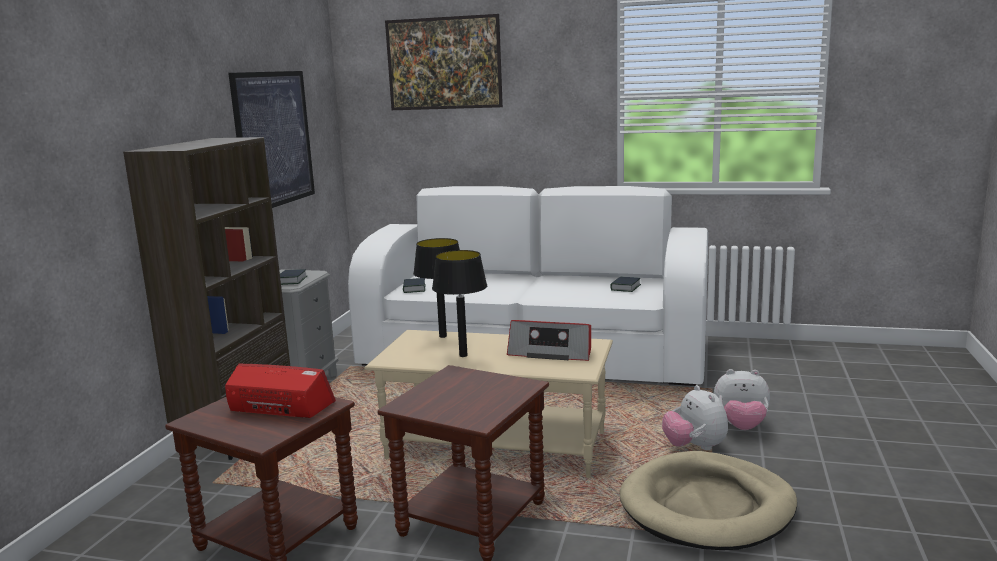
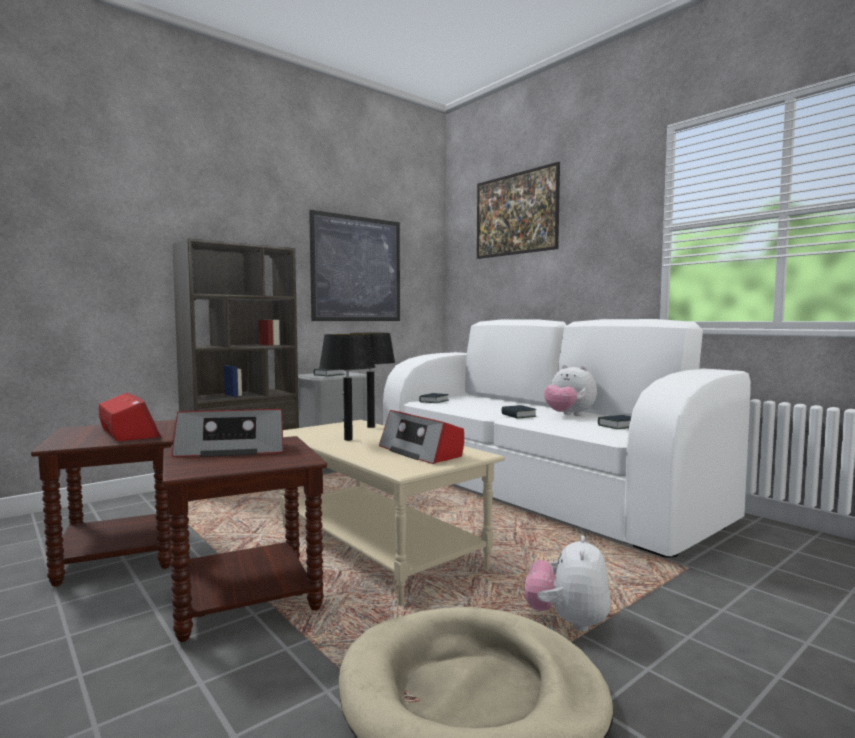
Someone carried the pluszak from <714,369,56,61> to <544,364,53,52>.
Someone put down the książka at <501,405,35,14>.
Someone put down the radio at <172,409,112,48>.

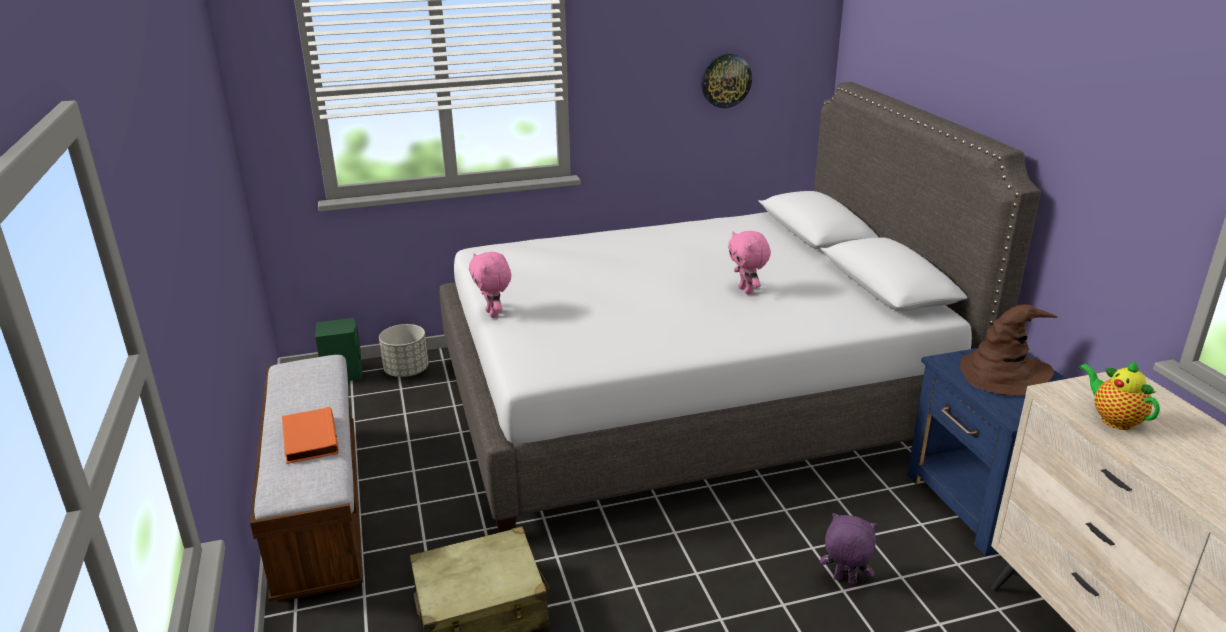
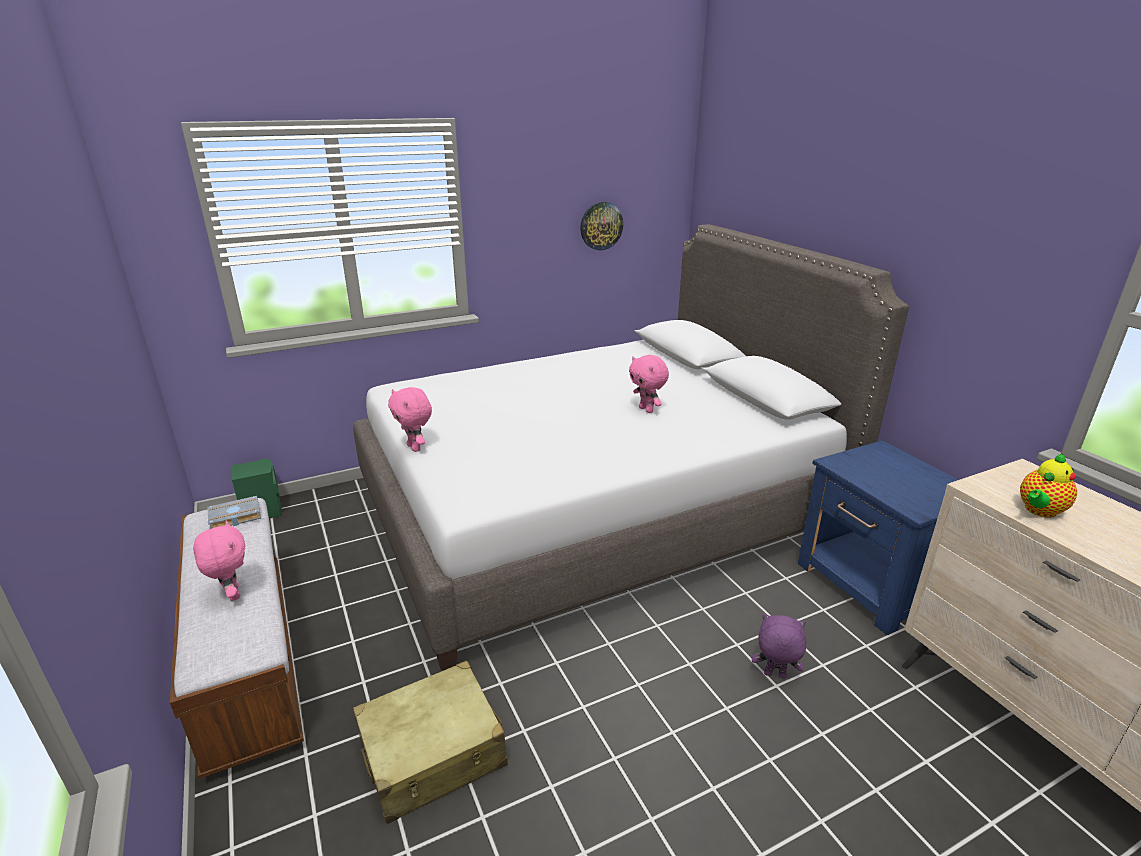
Someone took away the kapelusz/brązowy at <960,305,97,91>.
Someone took away the donica/szary at <379,324,50,53>.
Someone rotated the imbryk at <1079,360,81,70> by 90 degrees counterclockwise.
Someone swapped the książka/pomarańczowy at <282,407,57,57> for the pluszak/różowy at <193,521,52,80>.
Someone put down the książka/szary at <208,496,53,33>.

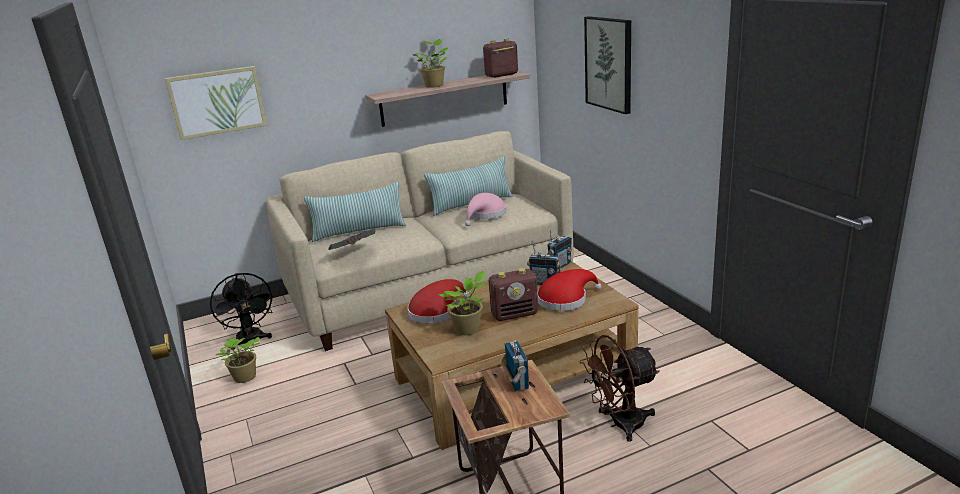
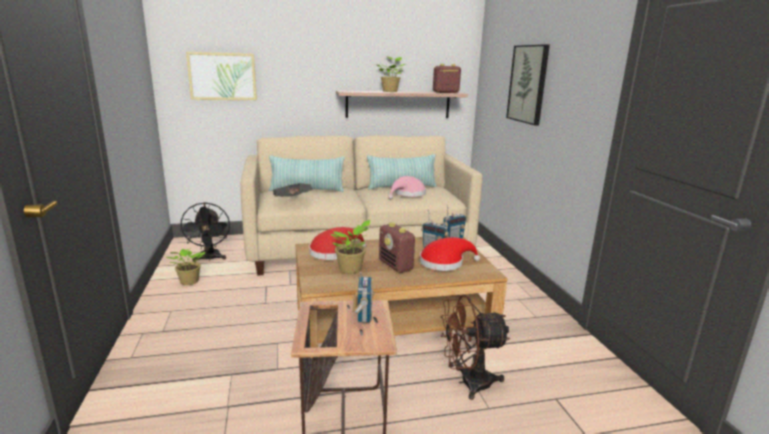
Someone rotated the radio at <489,268,49,53> by 60 degrees clockwise.

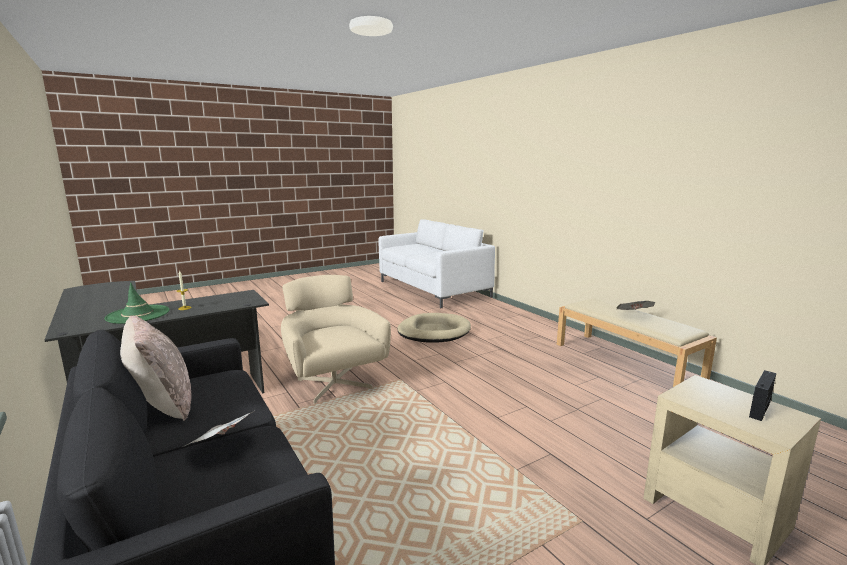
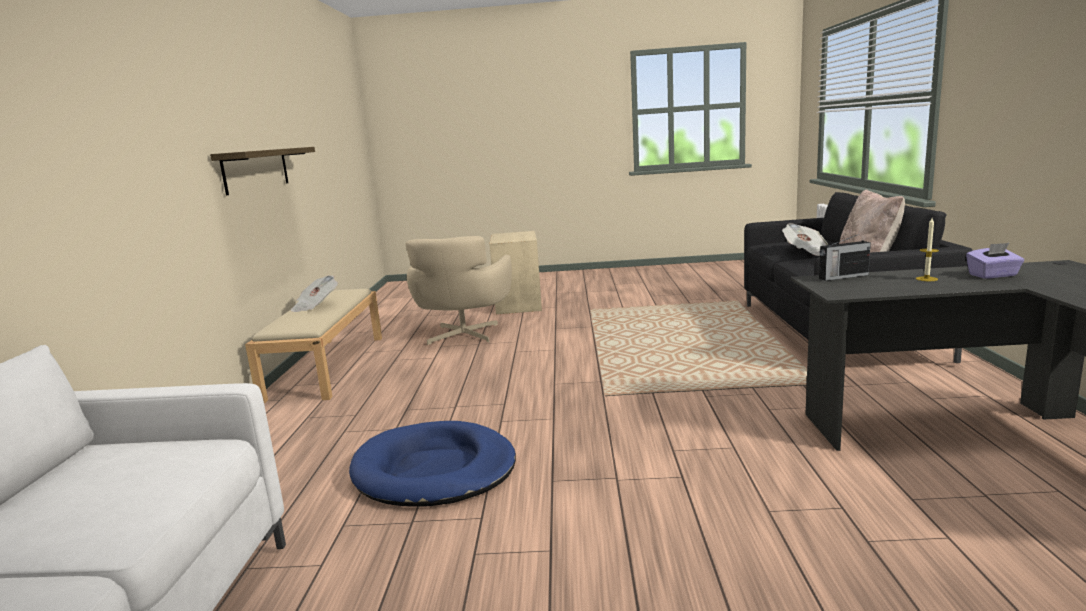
Someone carried the fotel/beżowy from <281,275,110,129> to <406,236,106,109>.
Someone swapped the kapelusz/zielony at <105,282,65,42> for the pudełko chusteczek/fioletowy at <966,243,59,36>.
Someone repainted the legowisko/beżowy at <397,313,74,30>, which became the legowisko/niebieski at <349,421,167,86>.
Someone carried the radio from <749,370,27,51> to <819,234,52,47>.
Someone put up the półka at <210,147,105,49>.

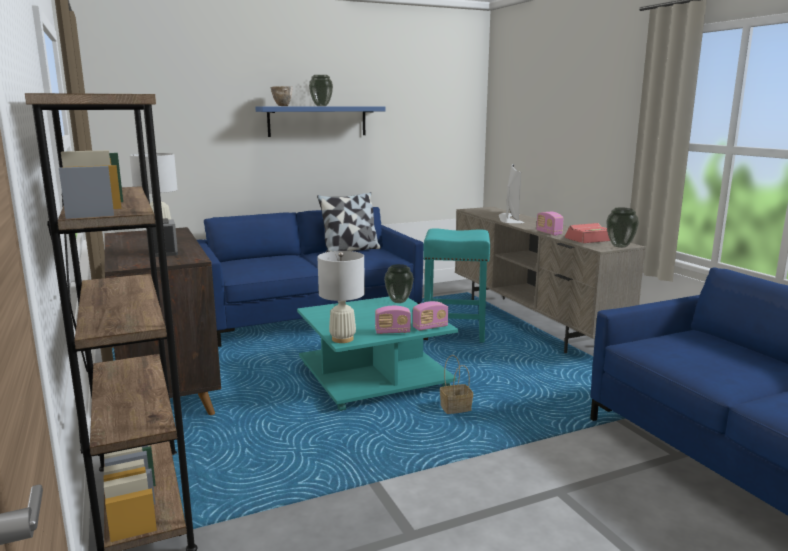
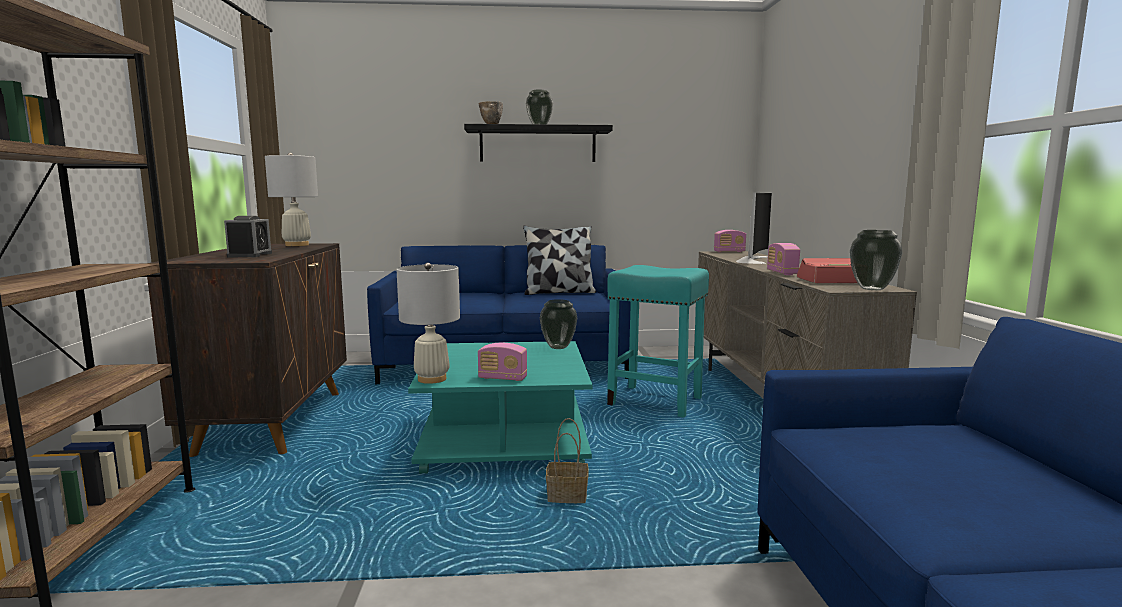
Someone repainted the półka/niebieski at <255,106,131,31>, which became the półka/czarny at <464,124,149,38>.
Someone carried the radio from <413,301,35,30> to <714,230,32,22>.

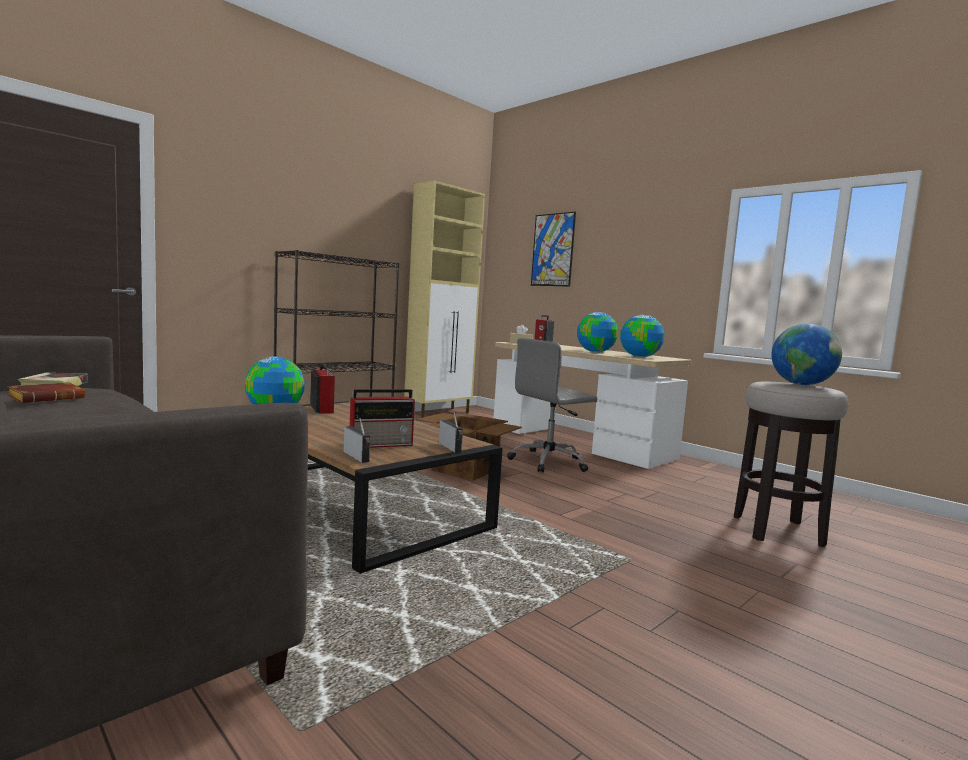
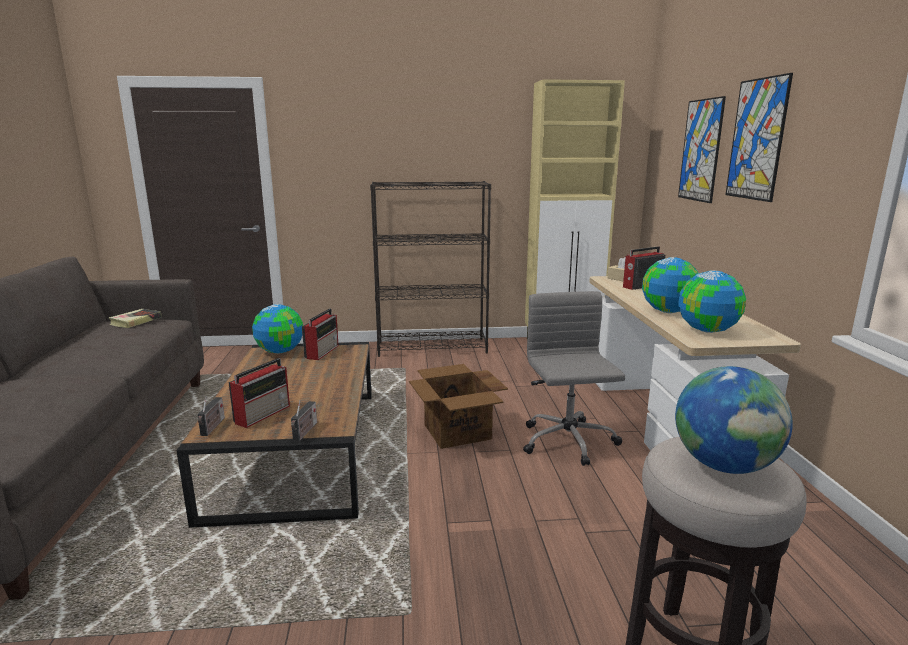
Someone rotated the krzesło biurowe/szary at <507,338,90,135> by 75 degrees clockwise.
Someone took away the książka/brązowy at <7,382,78,21>.
Someone rotated the radio at <350,389,65,59> by 75 degrees counterclockwise.
Someone put up the obraz at <725,73,68,129>.

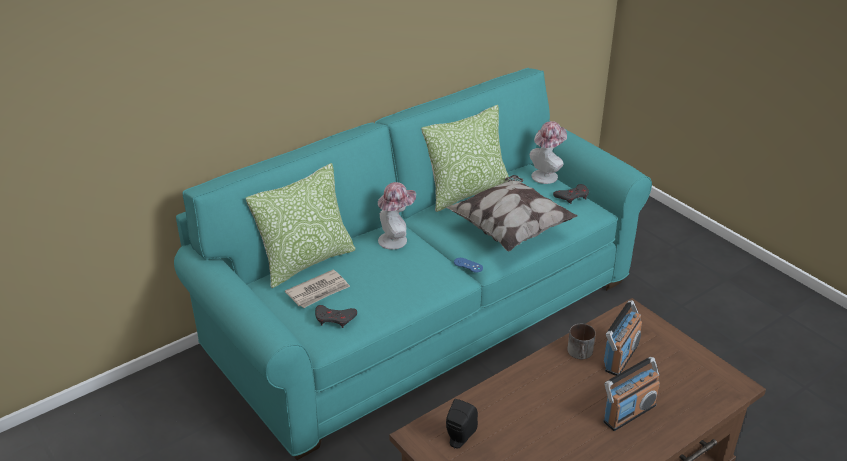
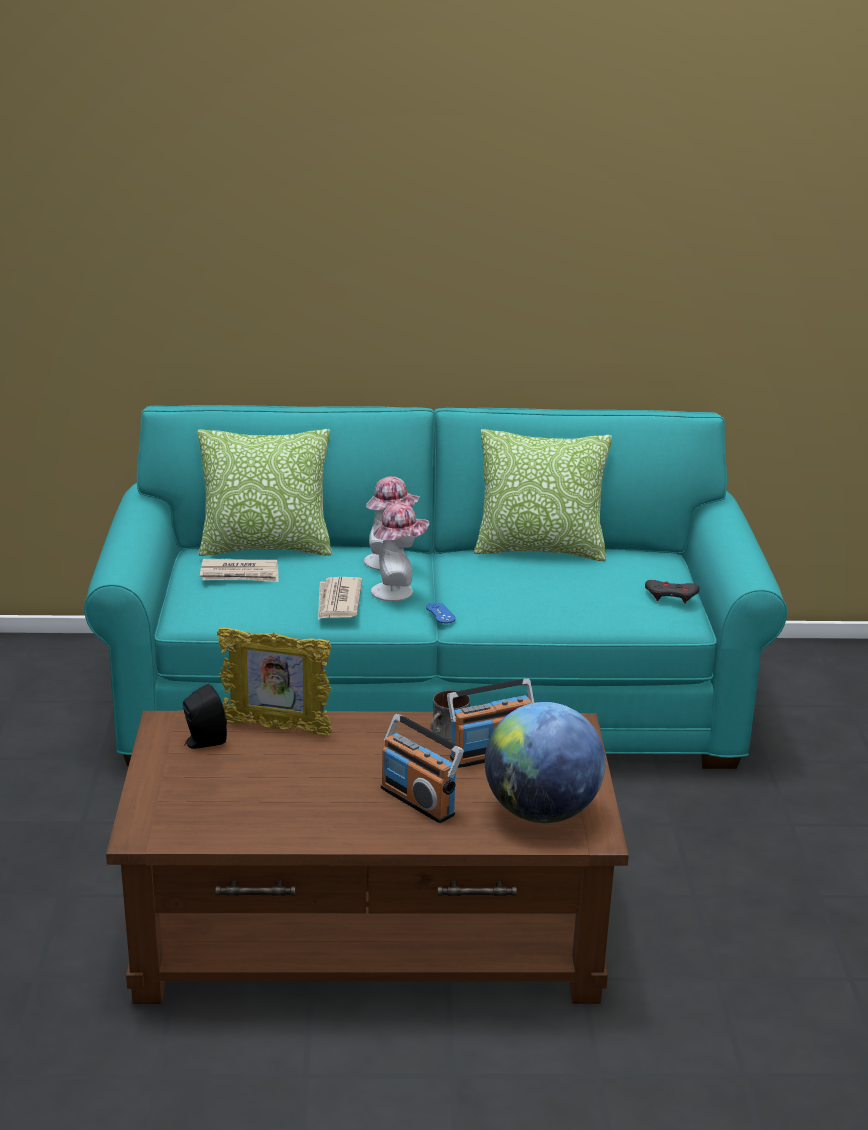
Someone carried the kapelusz from <530,121,37,63> to <371,503,58,98>.
Someone took away the poduszka at <445,175,133,77>.
Someone took away the pad do gier/szary at <315,305,42,23>.
Someone rotated the radio at <603,357,57,74> by 45 degrees clockwise.
Someone put down the gazeta at <318,577,44,43>.
Someone put down the ramka na zdjęcie at <217,627,115,108>.
Someone put down the globus at <485,702,120,121>.

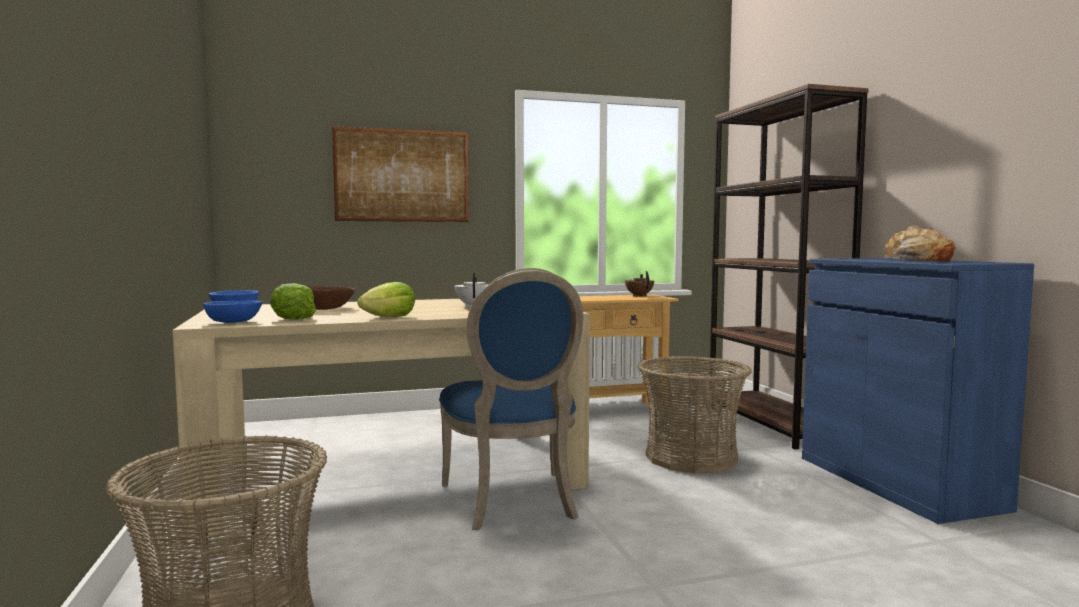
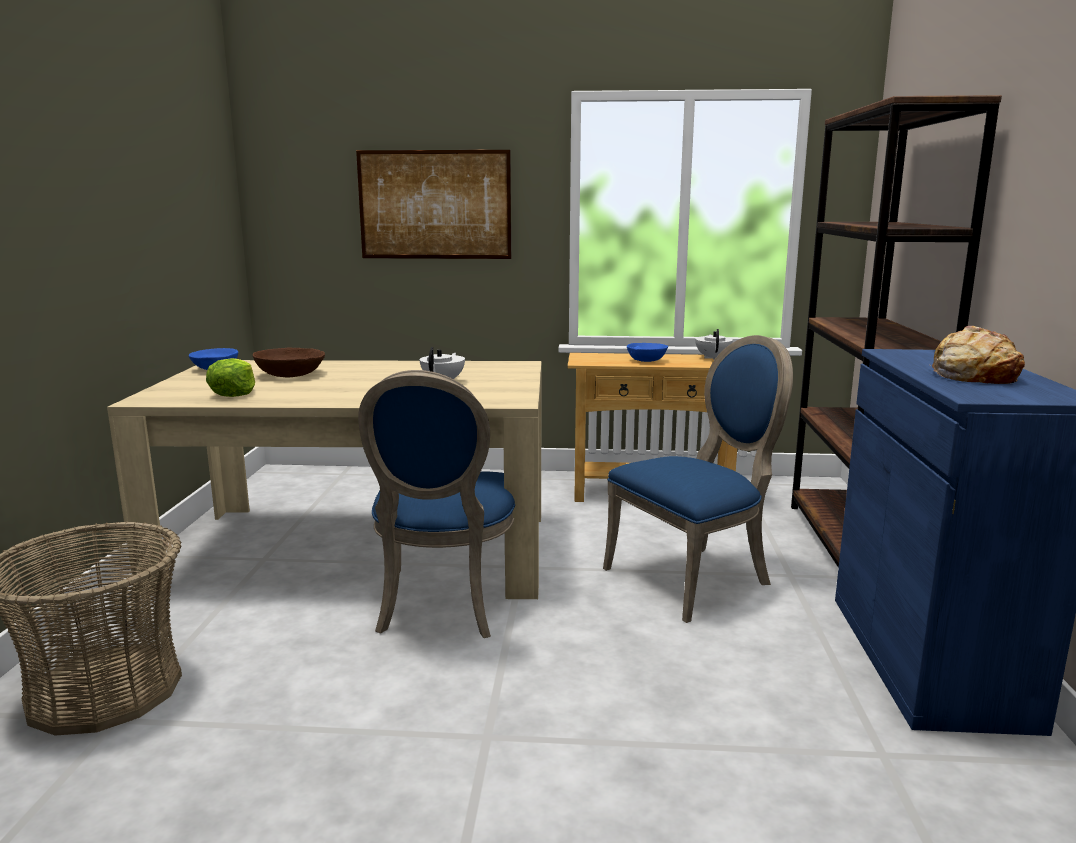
Someone repainted the imbryk/brązowy at <625,271,29,26>, which became the imbryk/biały at <695,329,38,31>.
Someone took away the sałata at <357,282,58,35>.
Someone carried the miska/niebieski from <203,300,60,23> to <627,343,41,19>.
Someone swapped the koszyk at <637,356,115,118> for the krzesło/niebieski at <603,335,190,288>.

